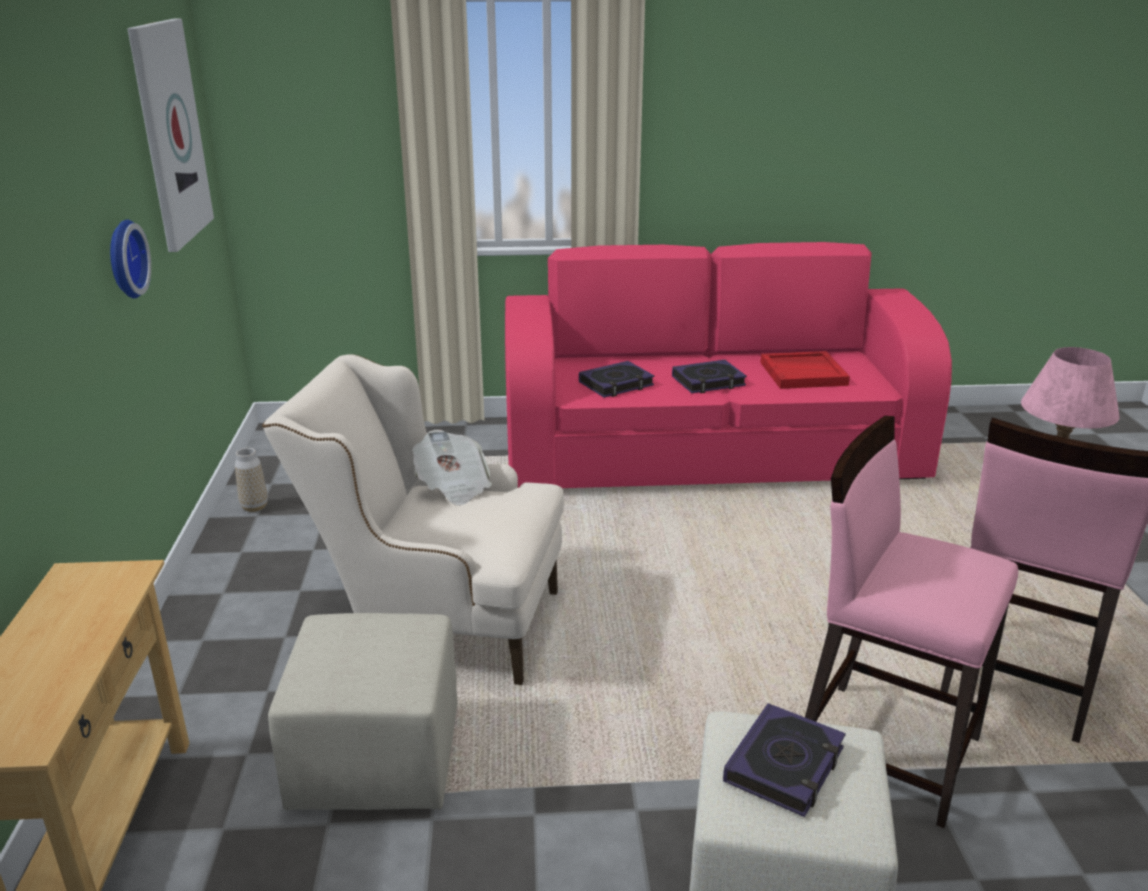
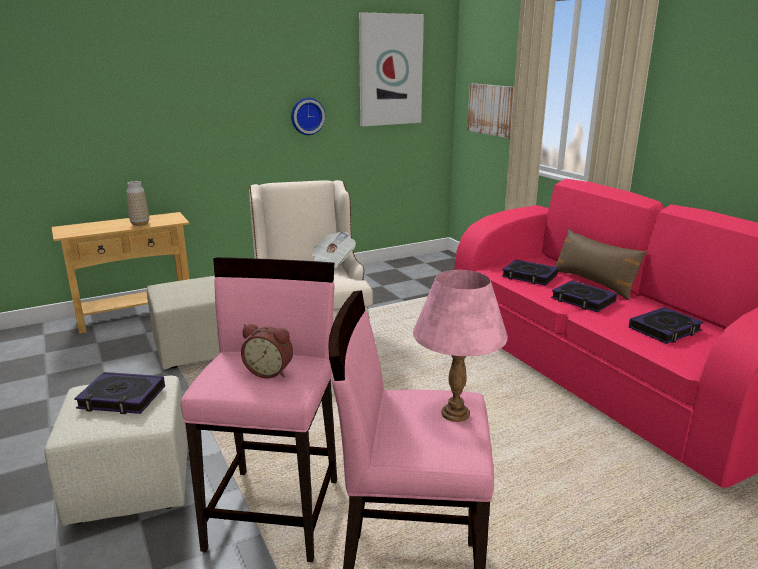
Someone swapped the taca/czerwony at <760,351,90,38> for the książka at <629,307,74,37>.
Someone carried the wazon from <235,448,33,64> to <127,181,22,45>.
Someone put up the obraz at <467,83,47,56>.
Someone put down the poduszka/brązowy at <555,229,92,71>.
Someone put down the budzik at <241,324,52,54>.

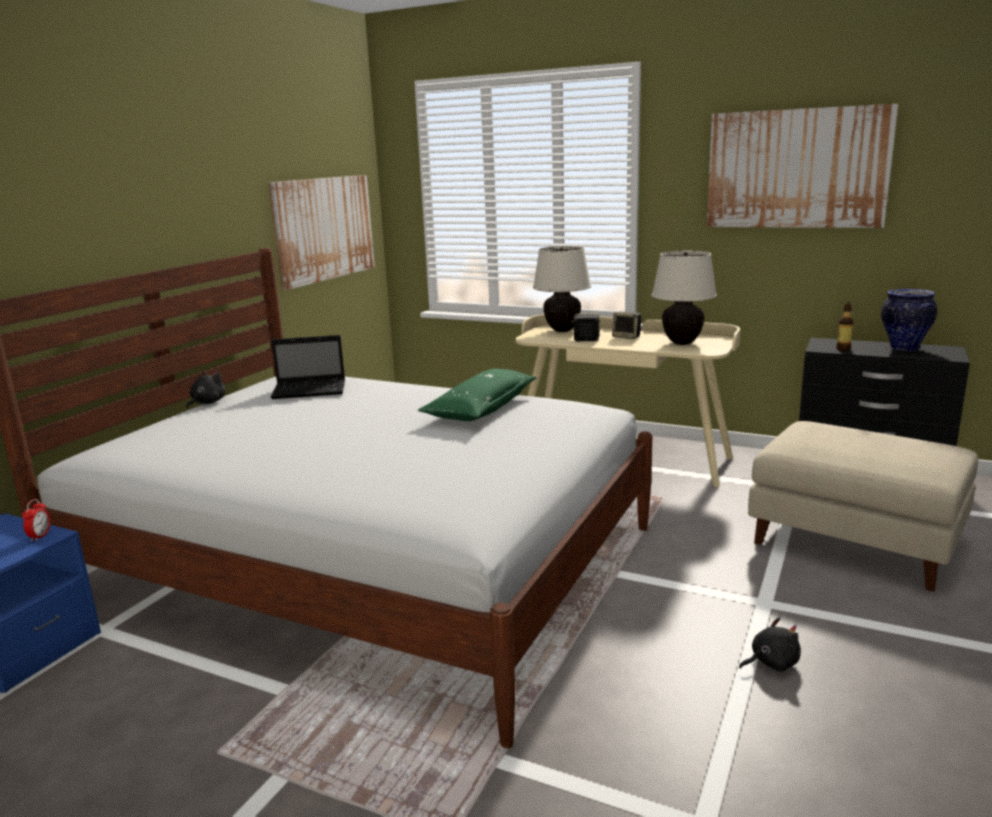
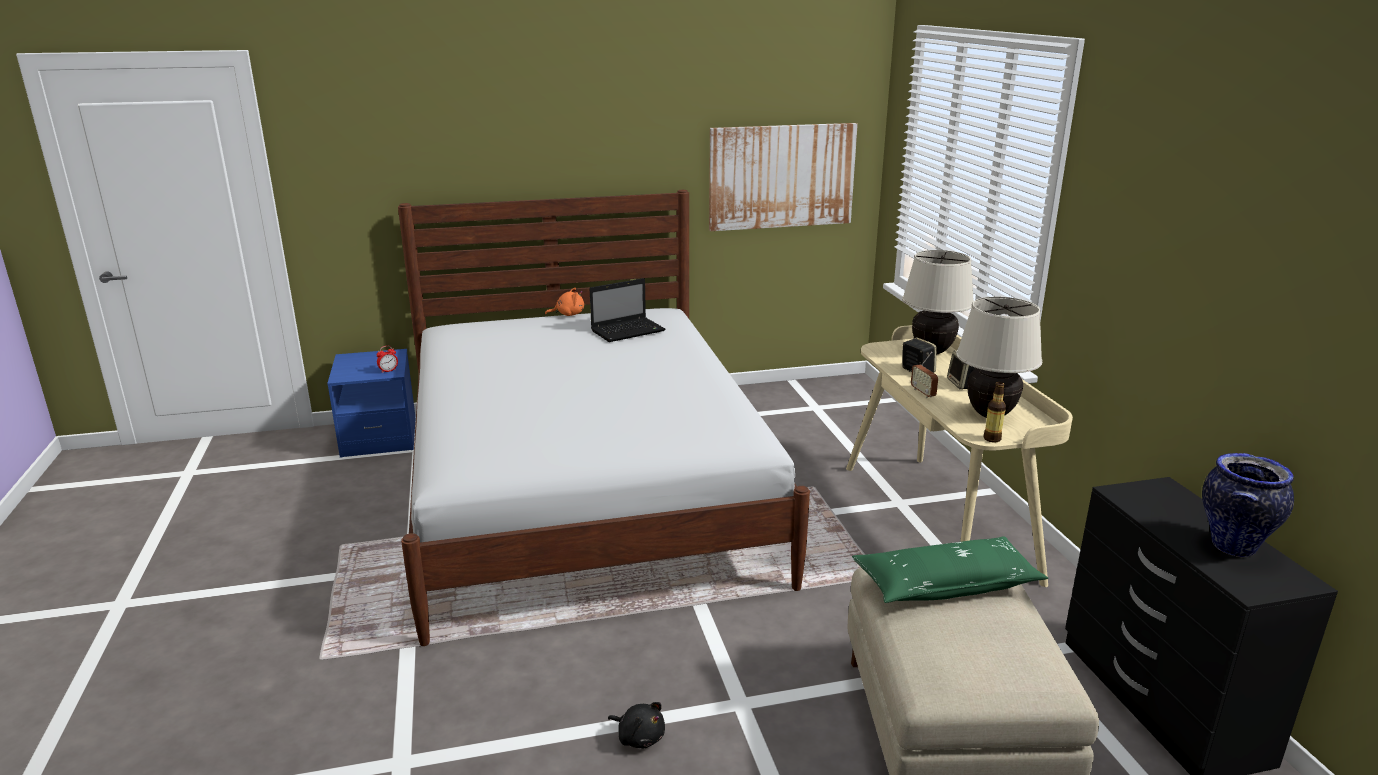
Someone took away the obraz at <707,104,191,124>.
Someone carried the butelka from <836,302,18,49> to <984,382,22,61>.
Someone rotated the laptop at <271,335,74,64> by 75 degrees counterclockwise.
Someone carried the poduszka/zielony from <418,369,118,52> to <852,536,196,67>.
Someone repainted the pluszak/czarny at <186,371,40,38>, which became the pluszak/pomarańczowy at <545,288,39,28>.
Someone put down the radio at <911,352,27,46>.

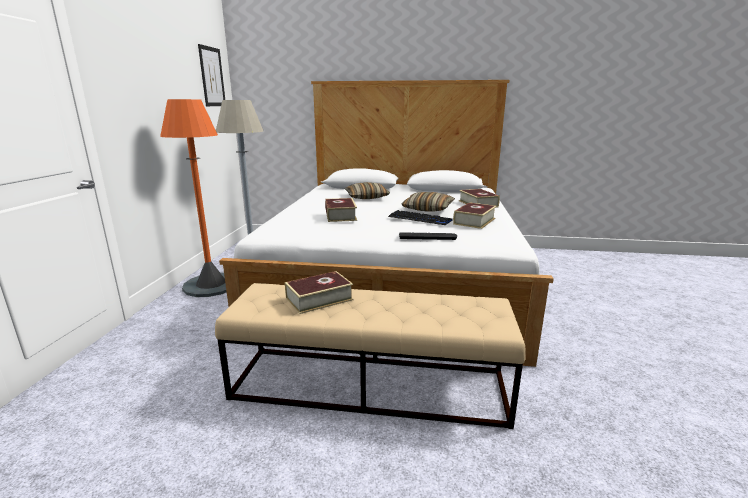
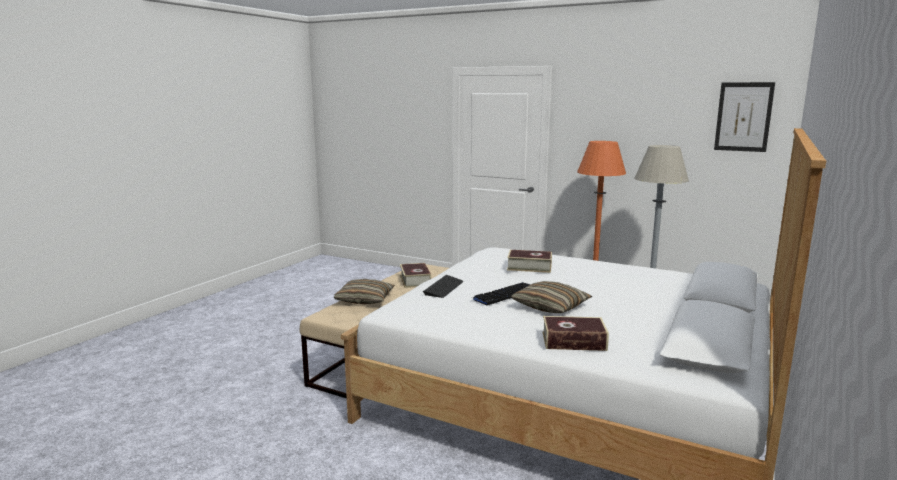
Someone carried the poduszka from <344,182,46,17> to <333,279,62,25>.
Someone took away the książka at <453,202,44,27>.

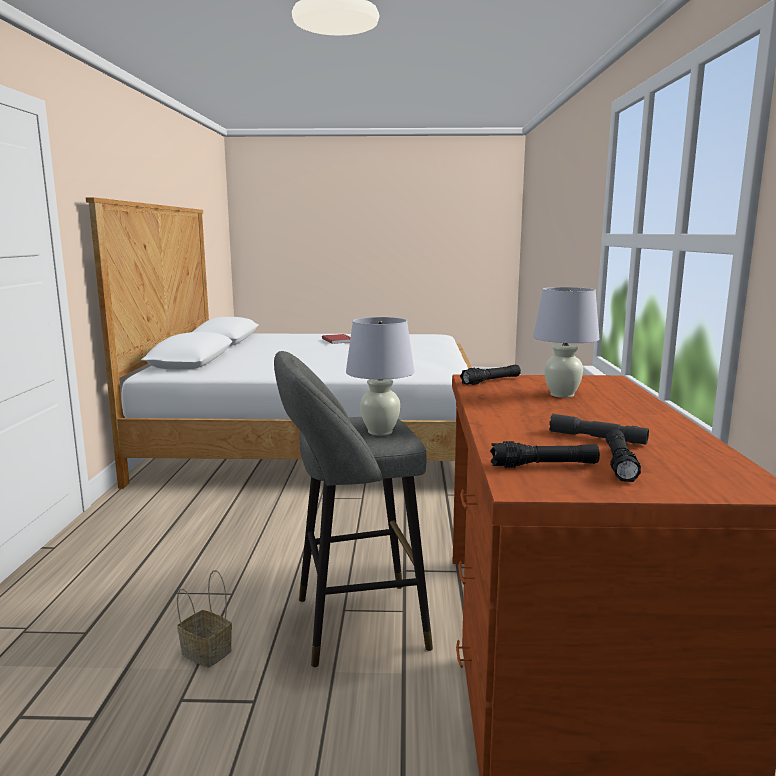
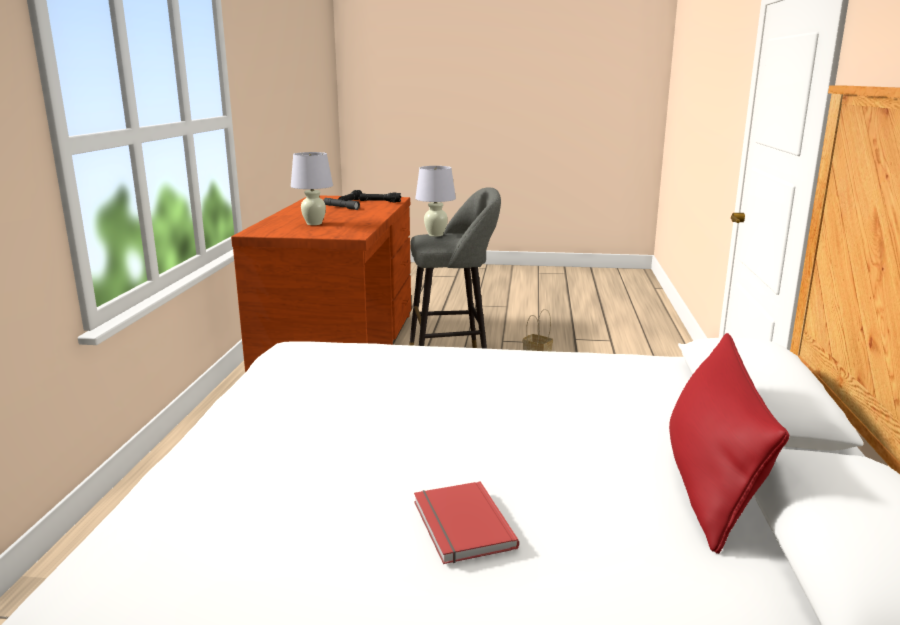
Someone took away the latarka/czarny at <460,365,61,20>.
Someone put down the poduszka/czerwony at <669,333,120,221>.

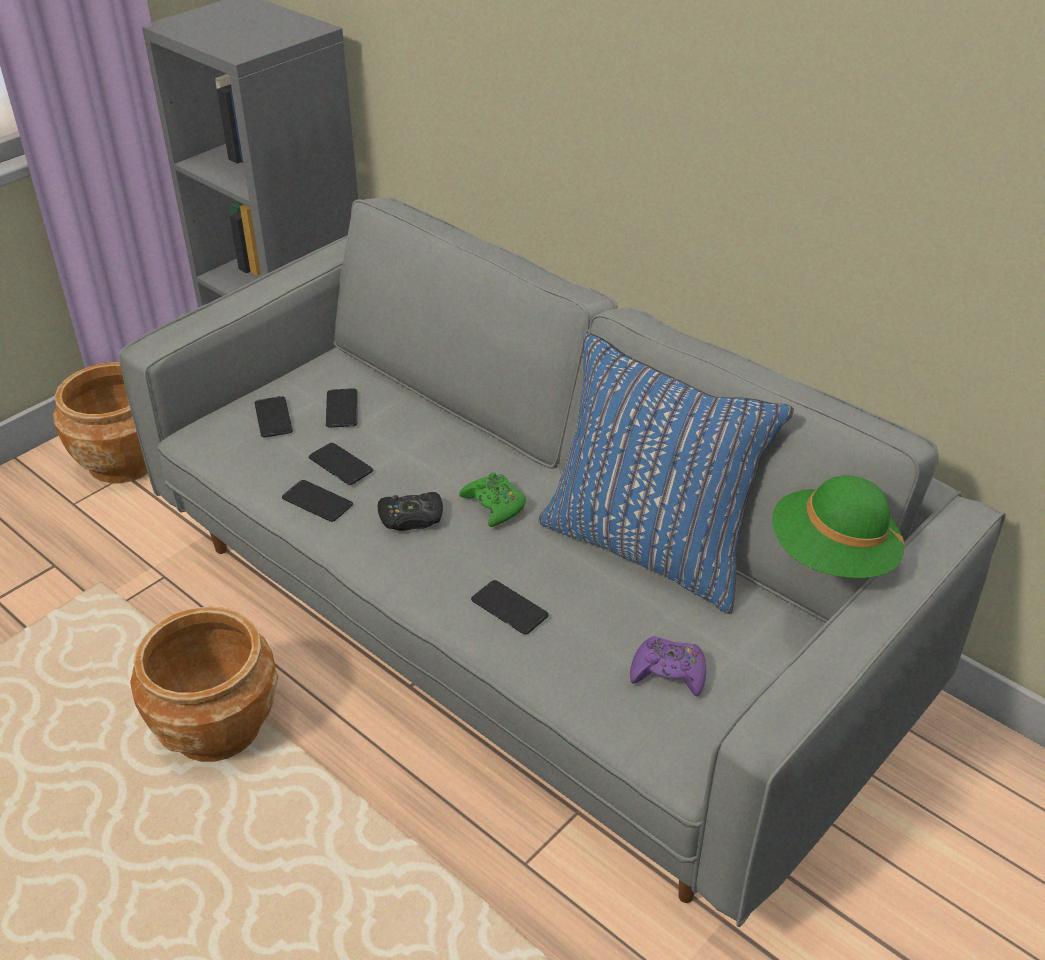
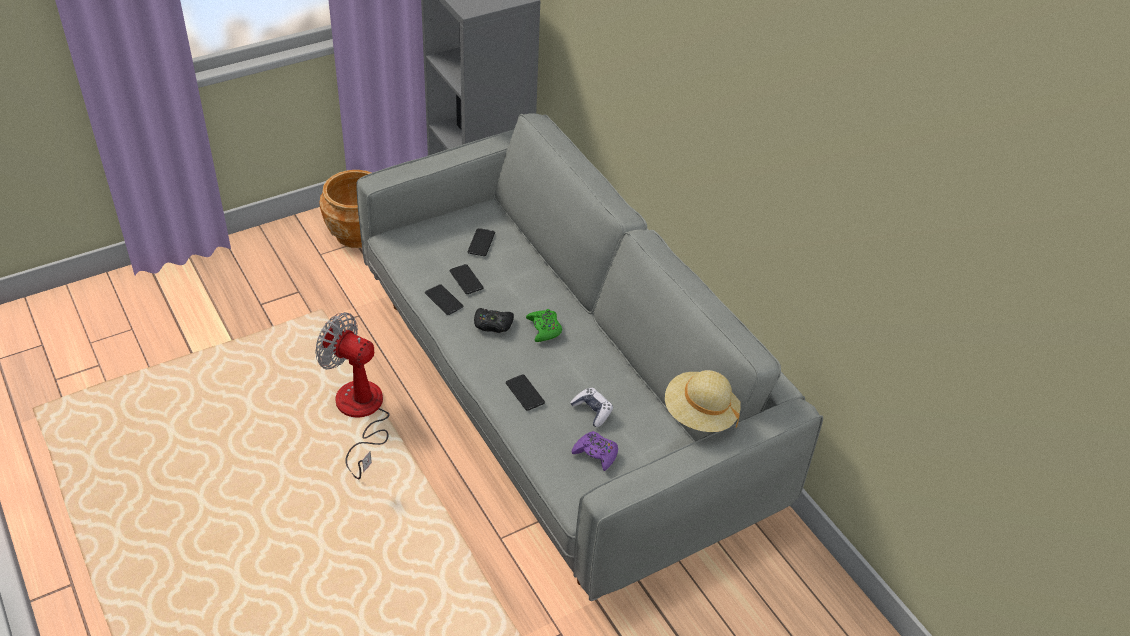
Someone took away the poduszka/niebieski at <538,333,256,281>.
Someone took away the telefon at <255,396,38,41>.
Someone repainted the kapelusz/zielony at <772,475,132,103>, which became the kapelusz/beżowy at <665,370,76,62>.
Someone swapped the donica/brązowy at <130,607,148,155> for the wentylator at <315,312,74,167>.
Someone put down the pad do gier at <570,388,43,39>.

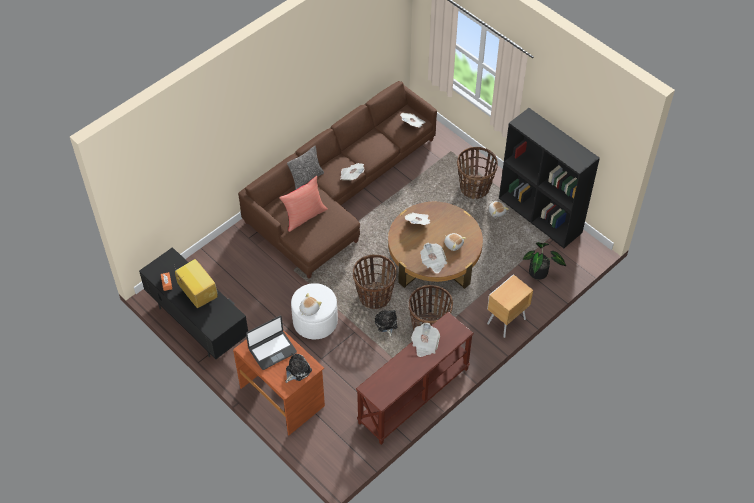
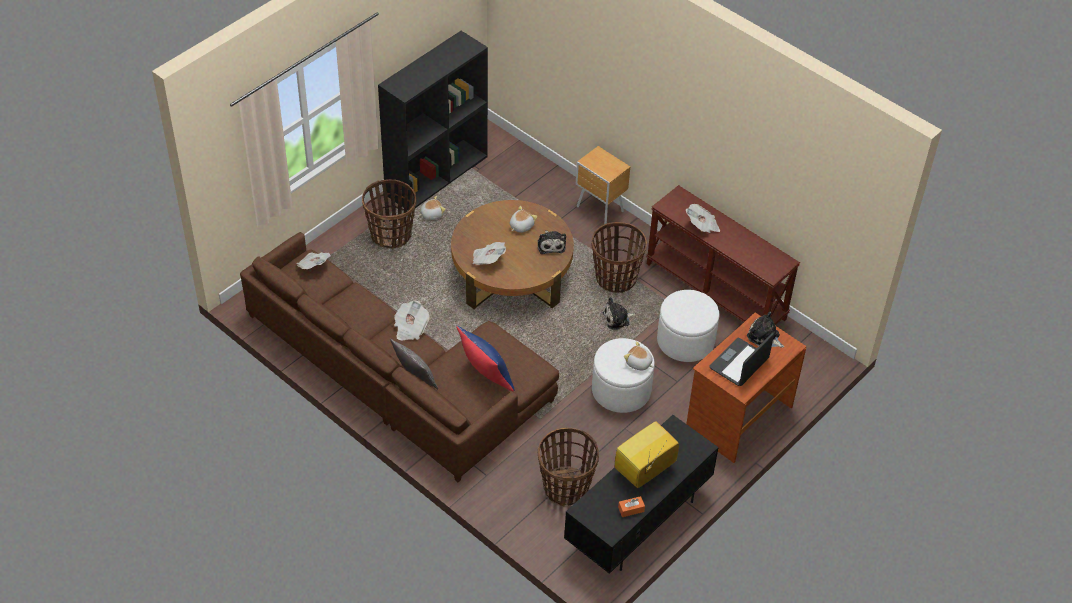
Someone repainted the poduszka/czerwony at <279,176,49,56>, which became the poduszka/niebieski at <456,326,59,65>.
Someone took away the roślina doniczkowa at <523,242,43,38>.
Someone swapped the gazeta at <420,243,27,31> for the pluszak at <538,230,28,24>.
Someone carried the koszyk from <353,255,43,54> to <538,428,61,78>.
Someone rotated the laptop at <246,316,51,54> by 105 degrees counterclockwise.
Someone put down the pufa/biały at <657,290,62,72>.

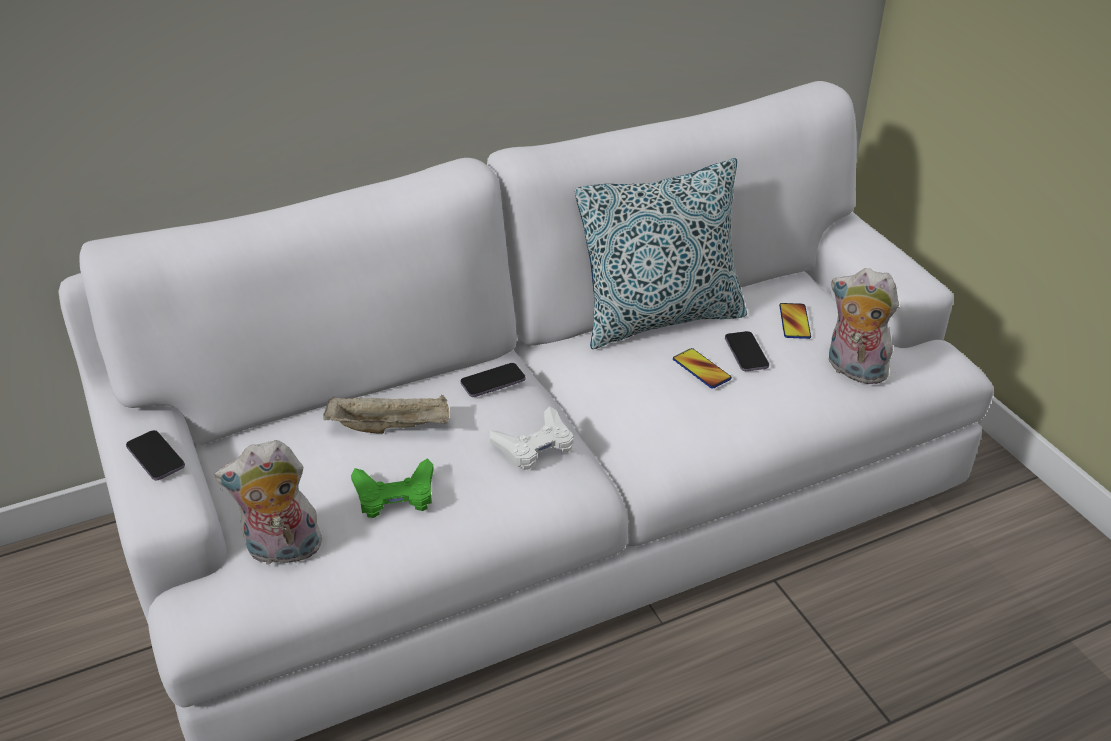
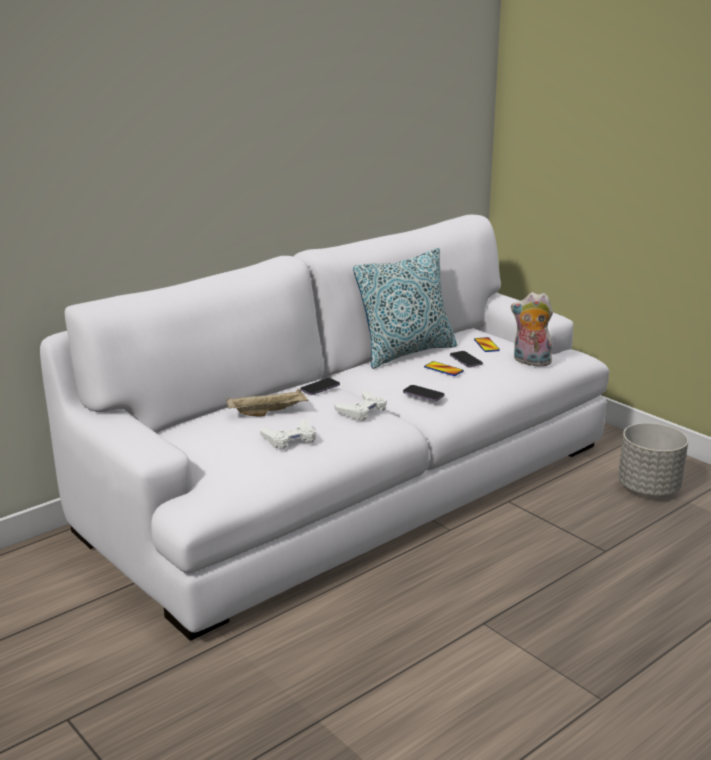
Someone carried the telefon from <126,430,59,50> to <403,385,42,17>.
Someone took away the pluszak at <214,440,109,125>.
Someone repainted the pad do gier/zielony at <351,458,83,60>, which became the pad do gier/biały at <260,418,56,32>.
Someone put down the donica/szary at <618,423,70,73>.

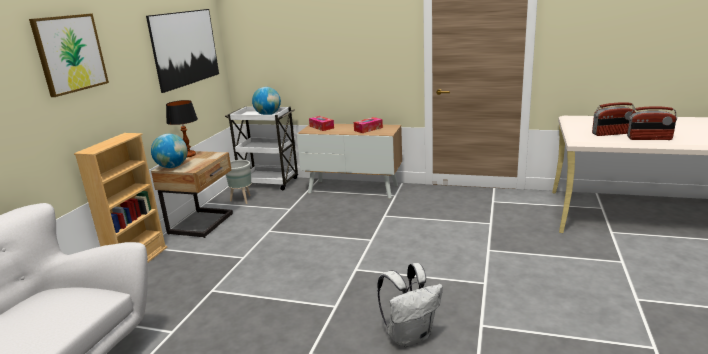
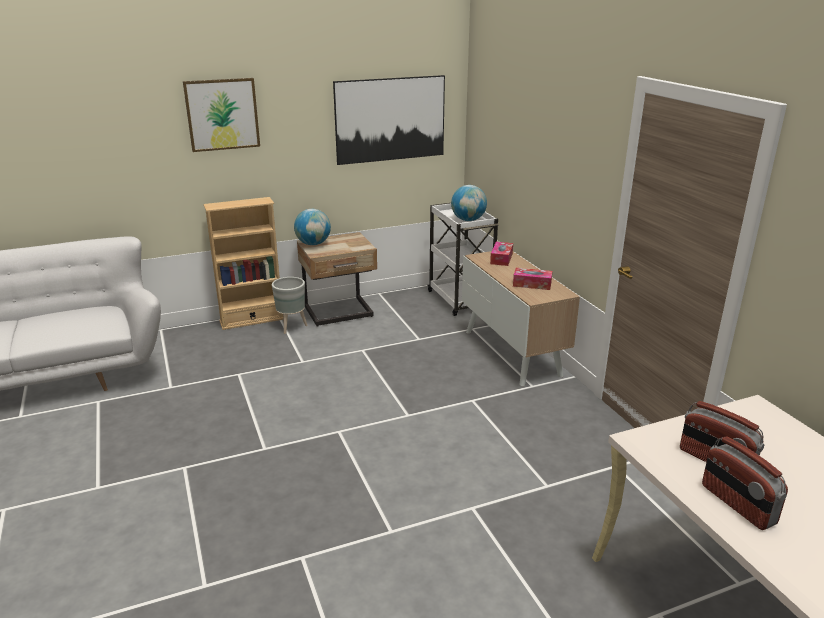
Someone took away the lampa stołowa at <166,100,32,58>.
Someone carried the donica/szary from <226,160,26,44> to <272,277,36,57>.
Someone took away the plecak/biały at <377,263,66,84>.

